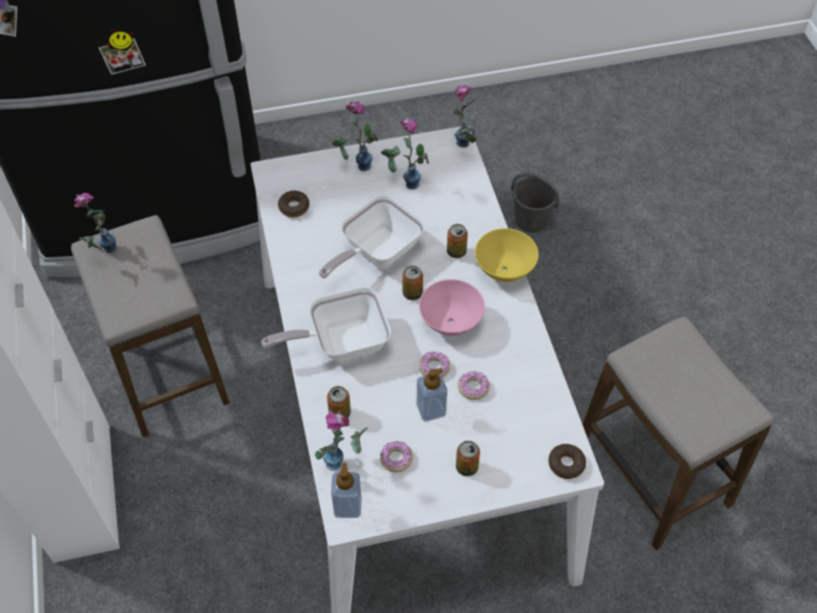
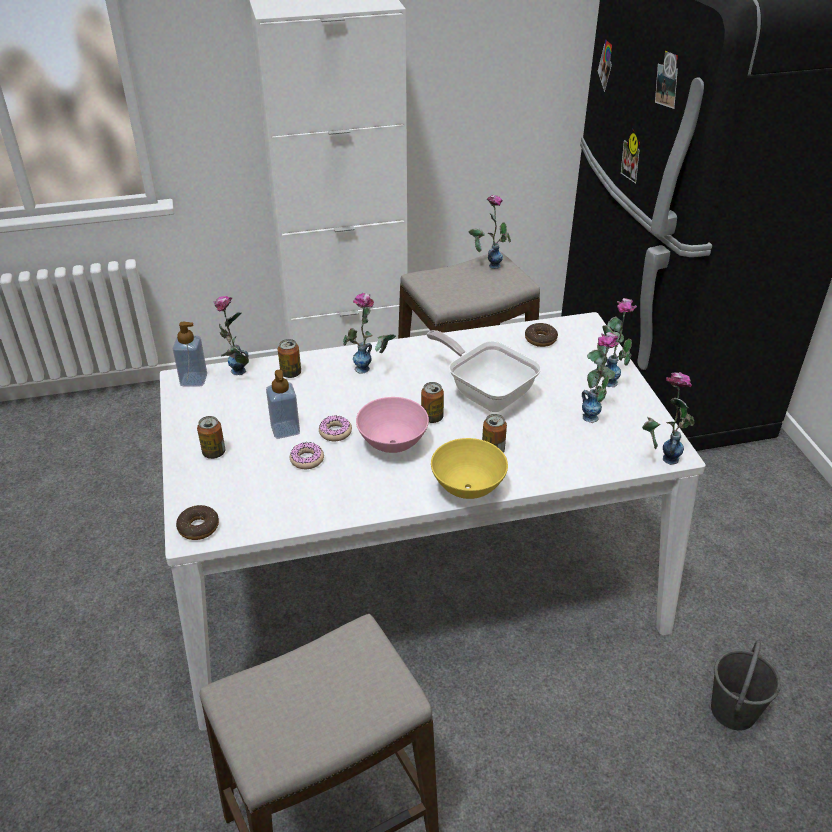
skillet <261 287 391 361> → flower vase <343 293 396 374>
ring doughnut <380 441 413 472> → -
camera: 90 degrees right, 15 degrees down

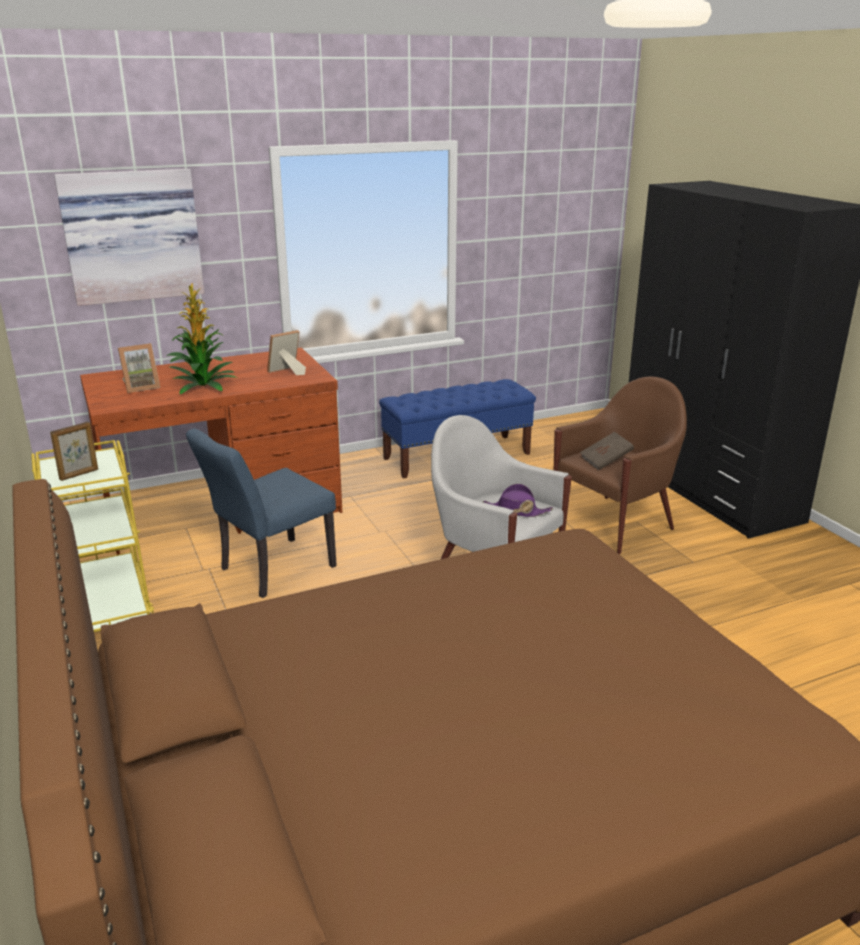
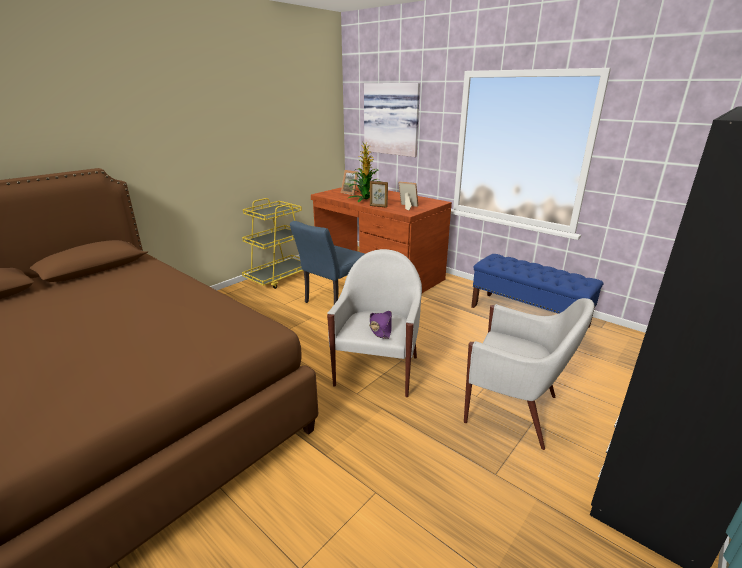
armchair (brown) <554 376 687 554> → armchair (whitish) <464 298 595 450>
standing frame <50 422 98 481> → standing frame <370 181 388 208>, move
plain chair (bluish) <186 428 337 598> → plain chair (bluish) <290 221 365 304>, 75 degrees counterclockwise
book (brown) <580 432 634 470> → -
camera: 65 degrees right, 0 degrees up

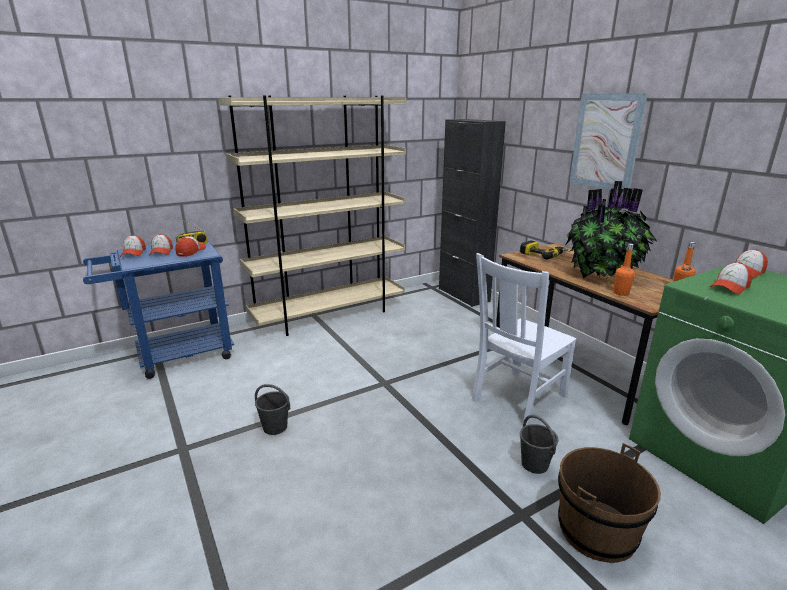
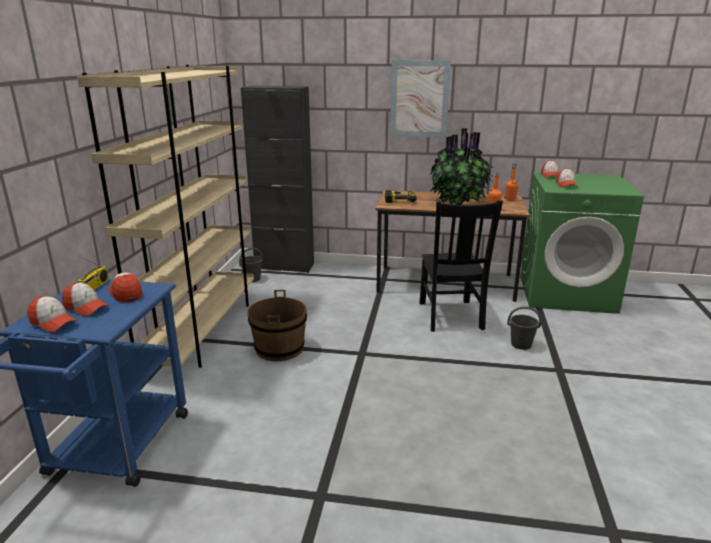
plain chair (whitish) <472 253 576 427> → plain chair (blackish) <419 200 503 332>
bucket (grey) <255 384 290 435> → bucket (grey) <239 248 263 282>, move
bucket (brown) <558 443 661 563> → bucket (brown) <247 290 307 361>, move
camera: 50 degrees left, 0 degrees up

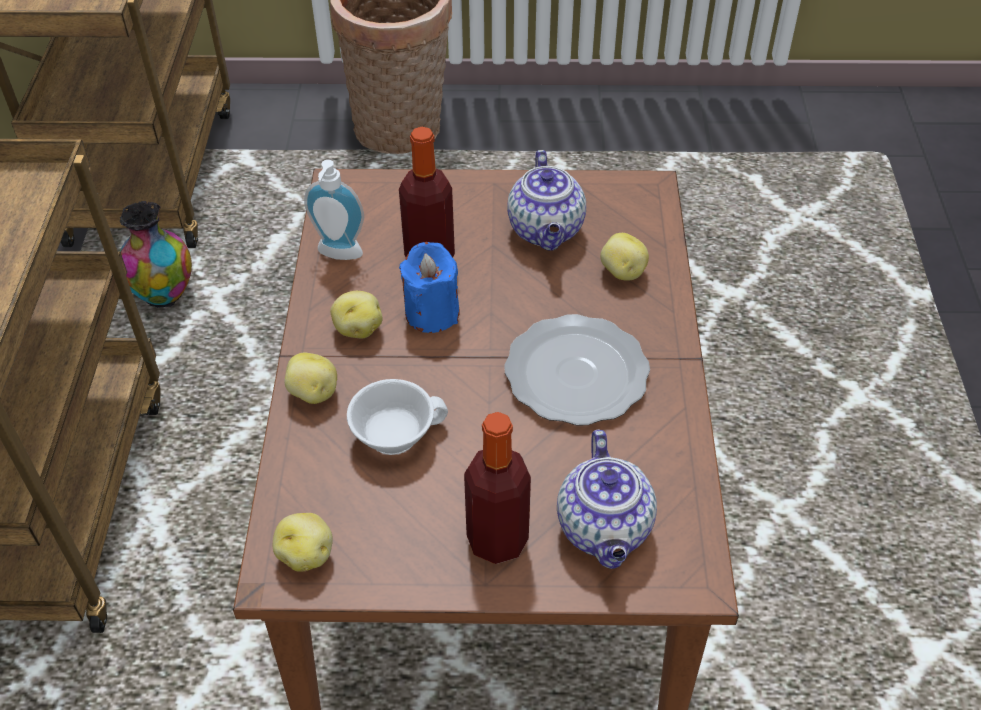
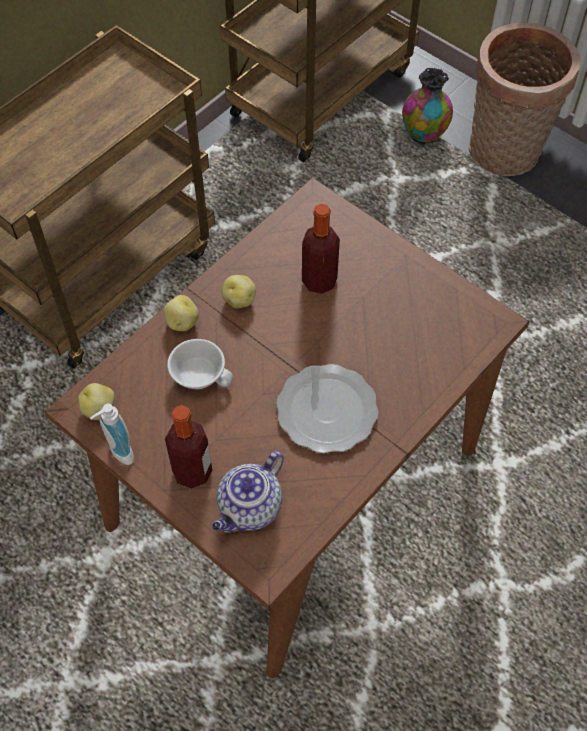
tea pot <507 150 586 251> → -
soap bottle <304 160 364 260> → soap bottle <90 404 134 465>, move
flower vase <120 201 192 308> → flower vase <402 68 453 145>, move
spud <600 233 649 281> → -
candle (bluish) <399 242 460 333> → -
camera: 40 degrees right, 10 degrees up

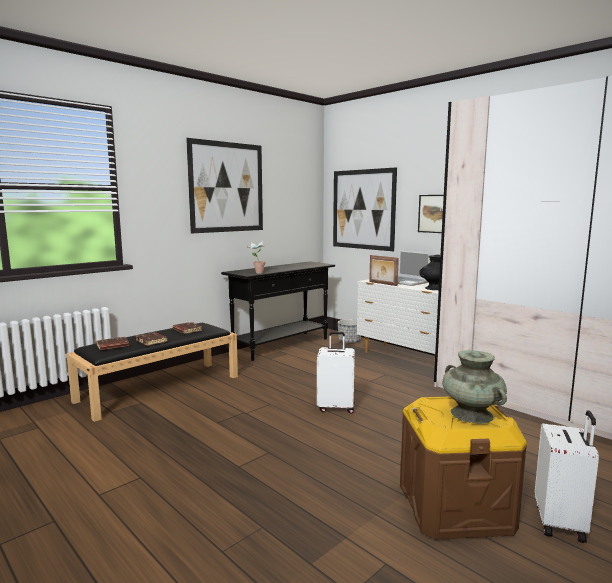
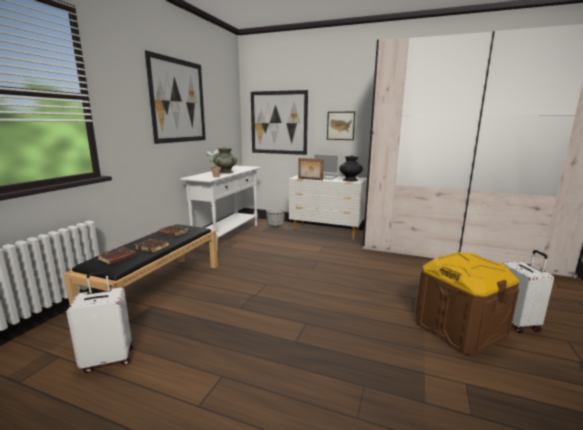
narrow table (blackish) <221 261 335 361> → narrow table (whitish) <180 166 261 250>
suitcase (whitish) <317 332 355 414> → suitcase (whitish) <66 271 133 373>, move
flower vase (turquoise-coloured) <442 350 507 423> → flower vase (turquoise-coloured) <214 147 237 174>, move
camera: 25 degrees left, 5 degrees up

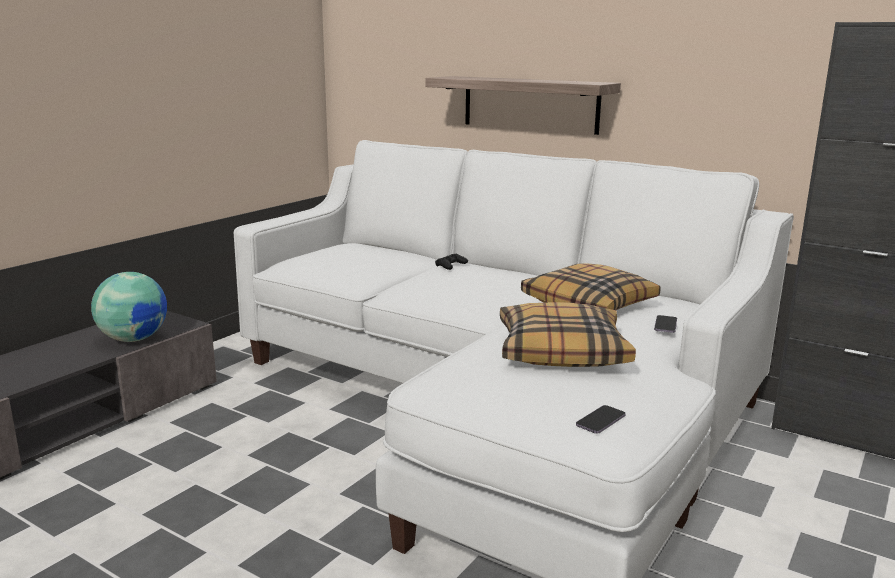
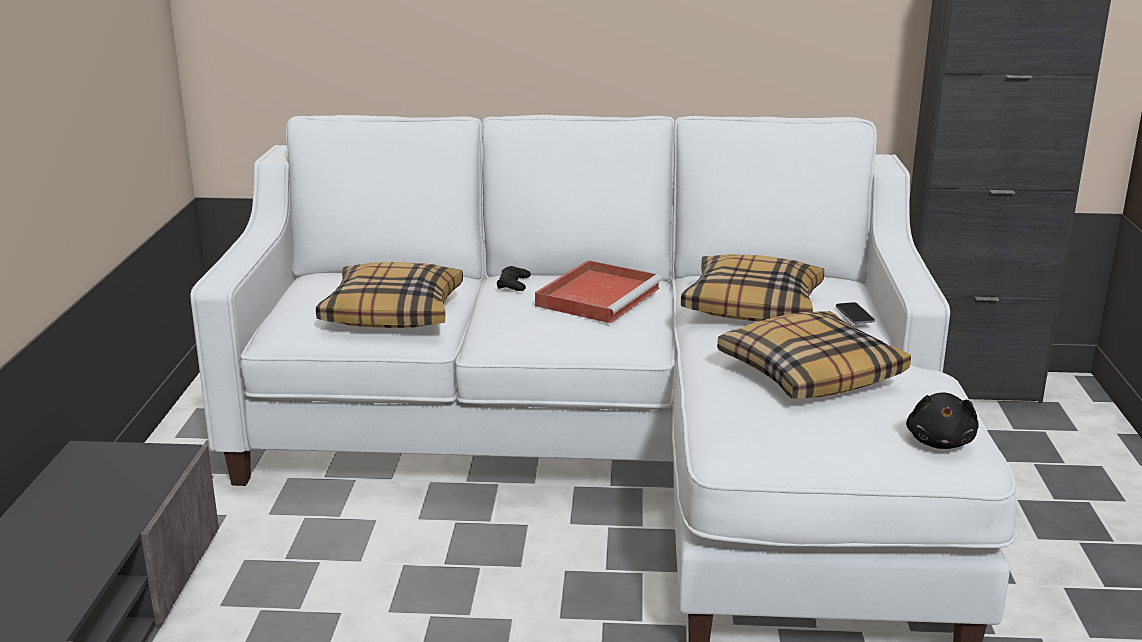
bracket shelf <425 76 621 135> → -
globe <91 272 167 342> → -
phone <576 405 626 434> → plush toy (blackish) <906 392 979 449>
- → carrying tray (red) <535 260 662 323>
- → pillow <316 262 463 328>
camera: 30 degrees left, 5 degrees up

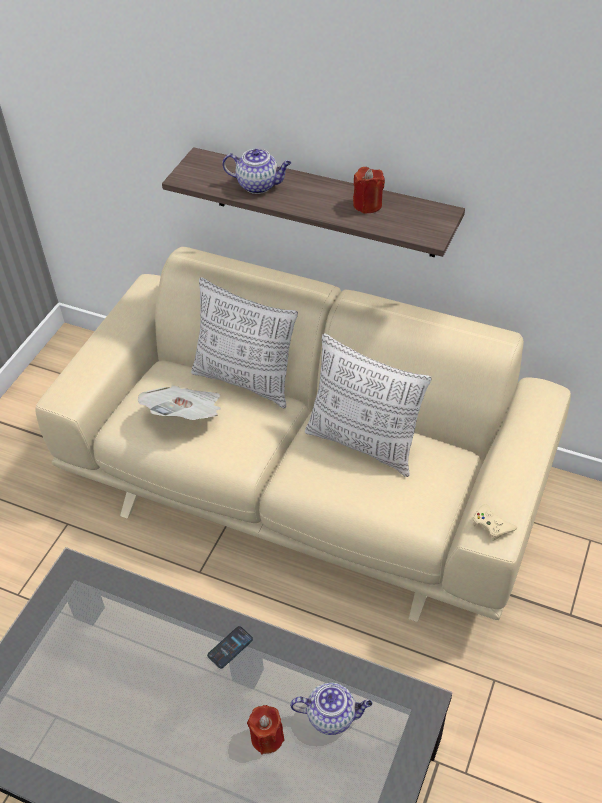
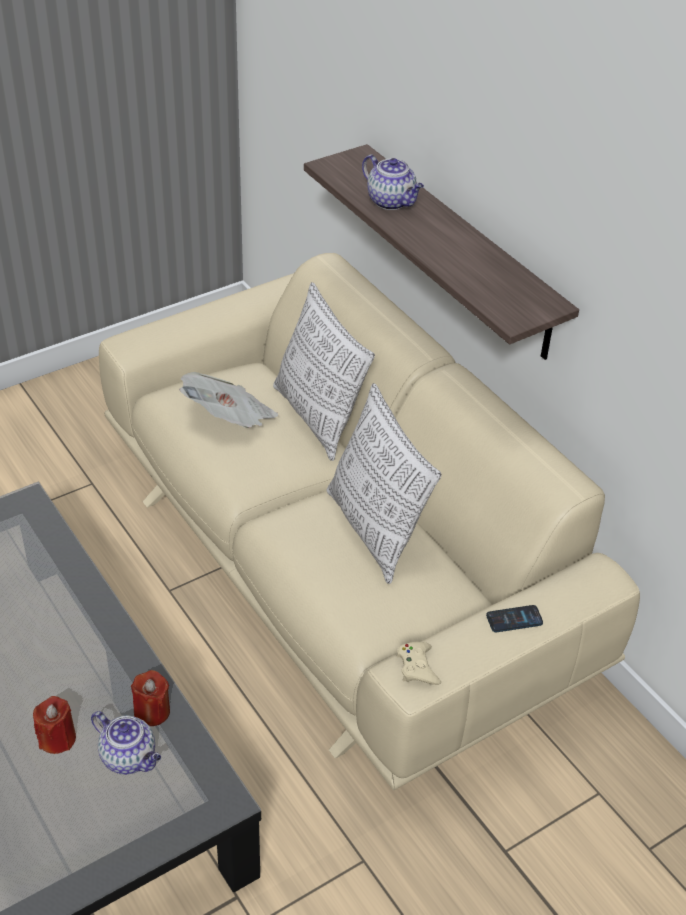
candle (red) <353 167 385 214> → candle (red) <131 670 170 726>, move
phone <207 626 253 668> → phone <486 605 543 632>, move
camera: 30 degrees right, 5 degrees down

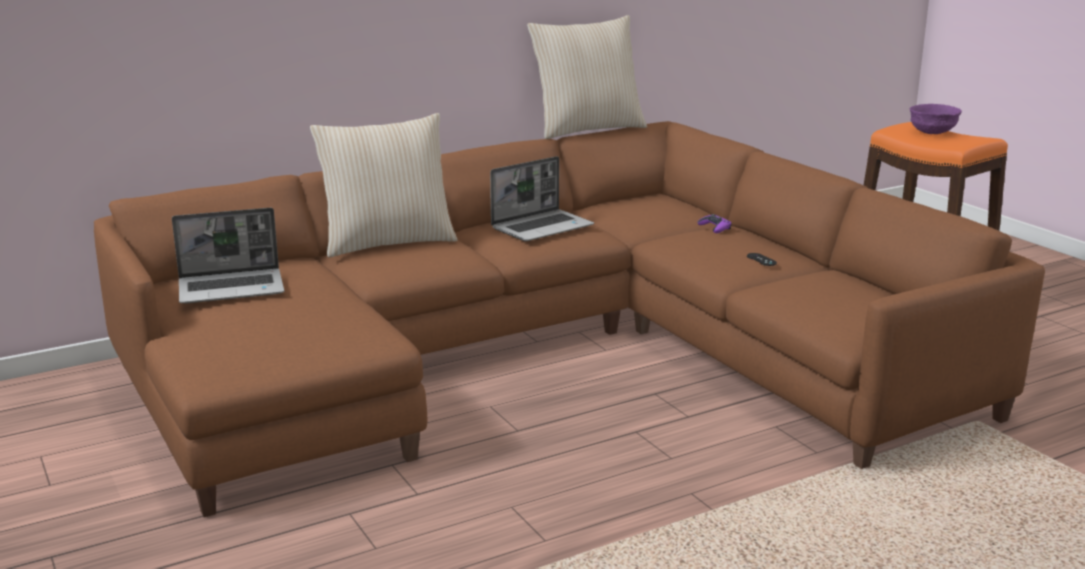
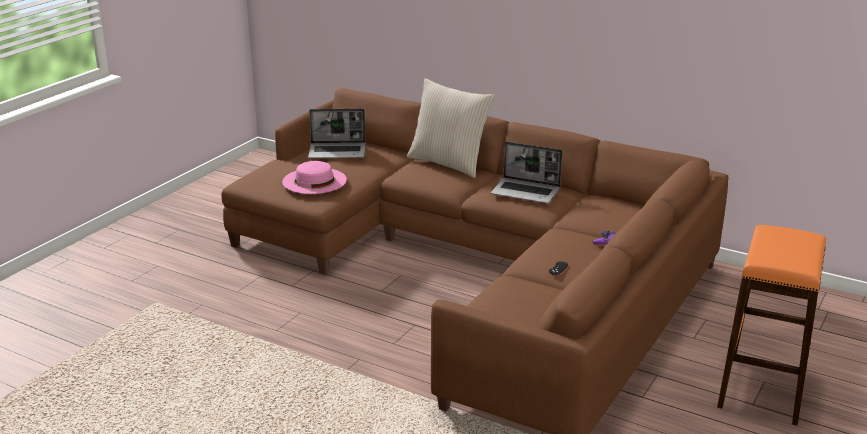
pillow (beige) <527 15 647 139> → -
bowl (purple-coloured) <910 104 962 134> → -
notebook computer <172 208 285 303> → notebook computer <308 108 366 159>, 45 degrees counterclockwise
- → clothing hat (pink) <282 161 347 194>
camera: 60 degrees right, 5 degrees up

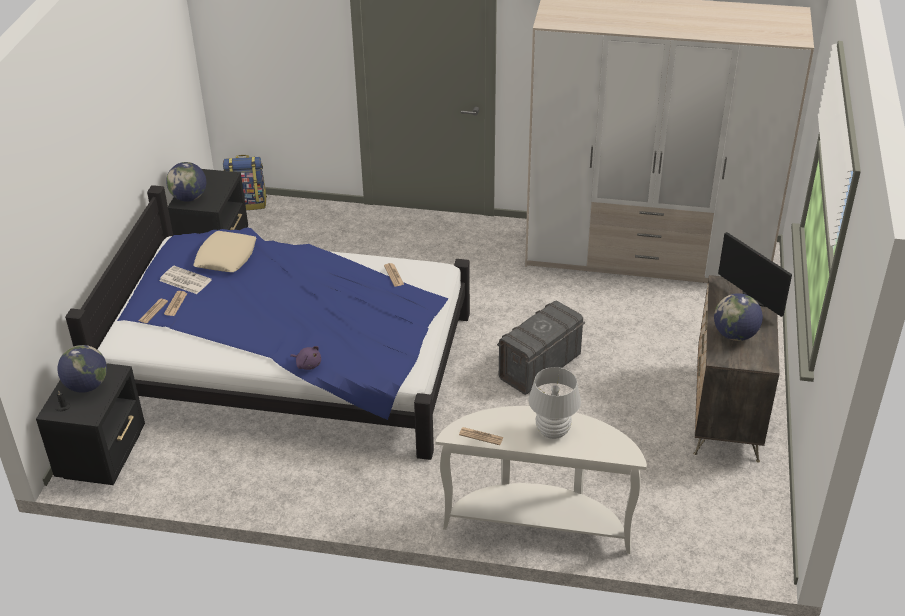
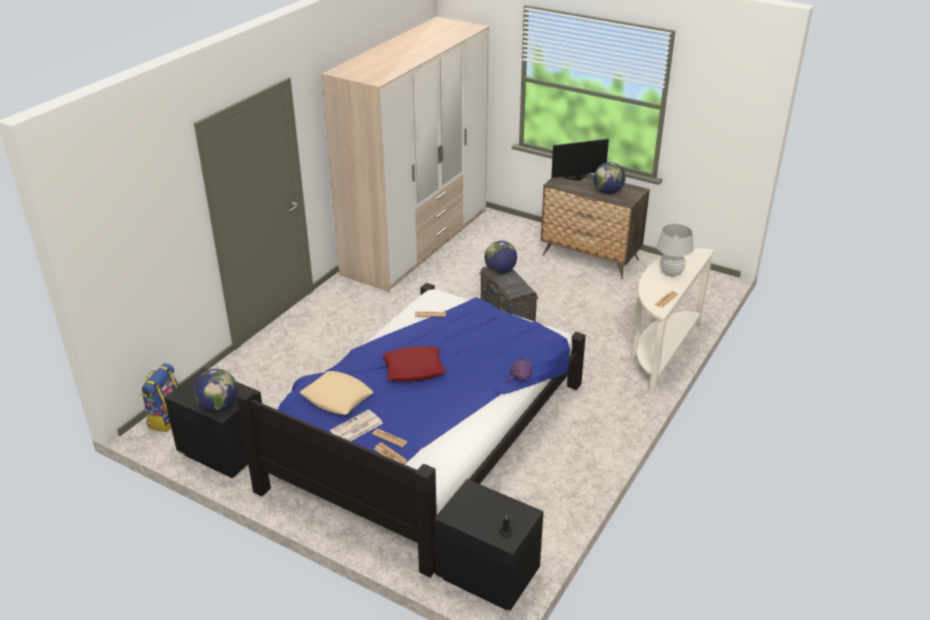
globe <58 345 107 393> → globe <484 241 517 274>, move
- → pillow (red) <382 346 446 382>
camera: 70 degrees left, 5 degrees down

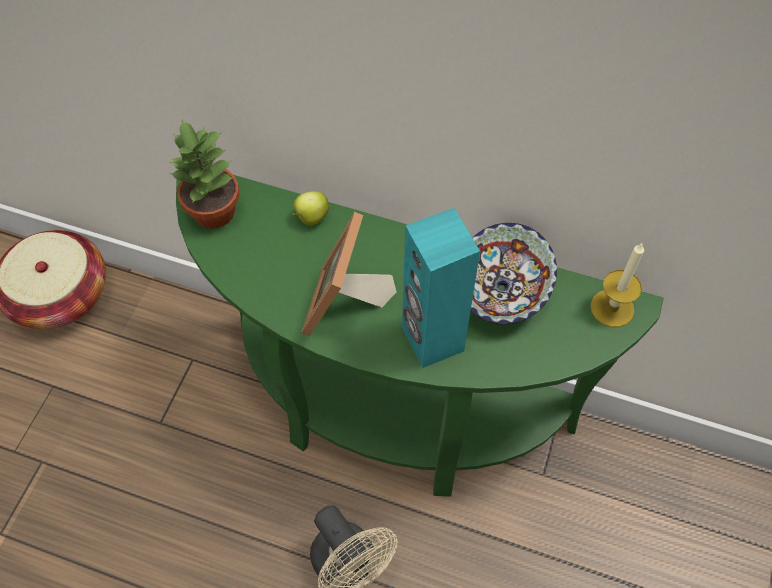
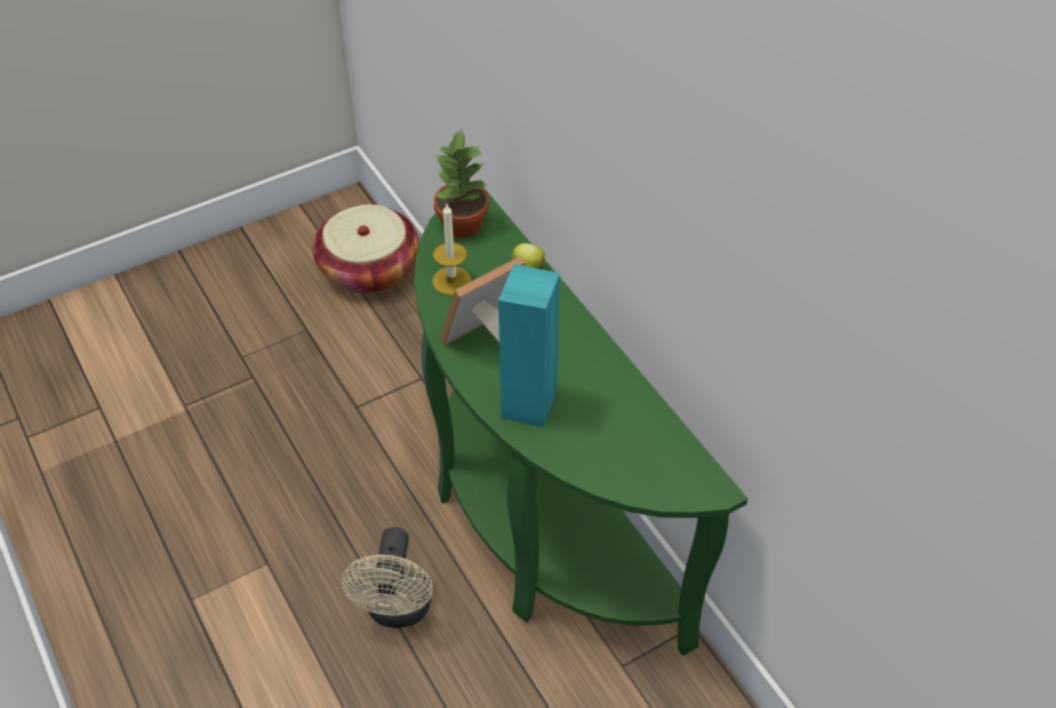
bowl <471 223 557 325> → -
candle <590 243 644 327> → candle <433 204 471 295>, move
camera: 40 degrees right, 10 degrees down

